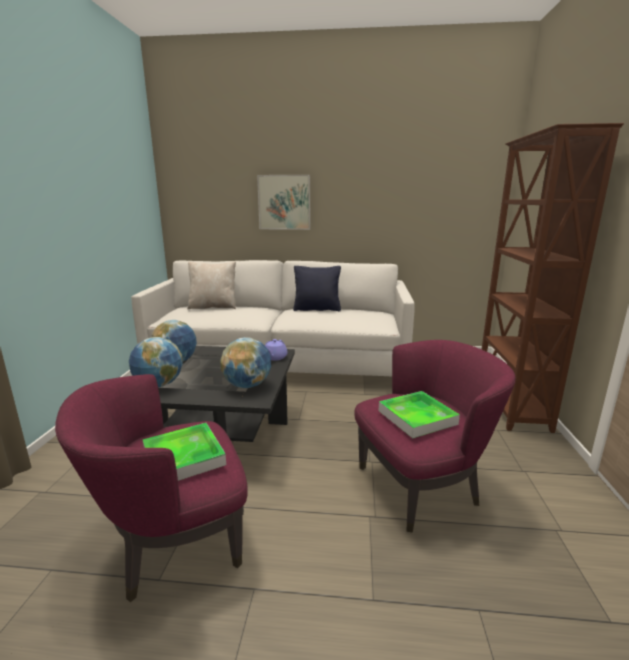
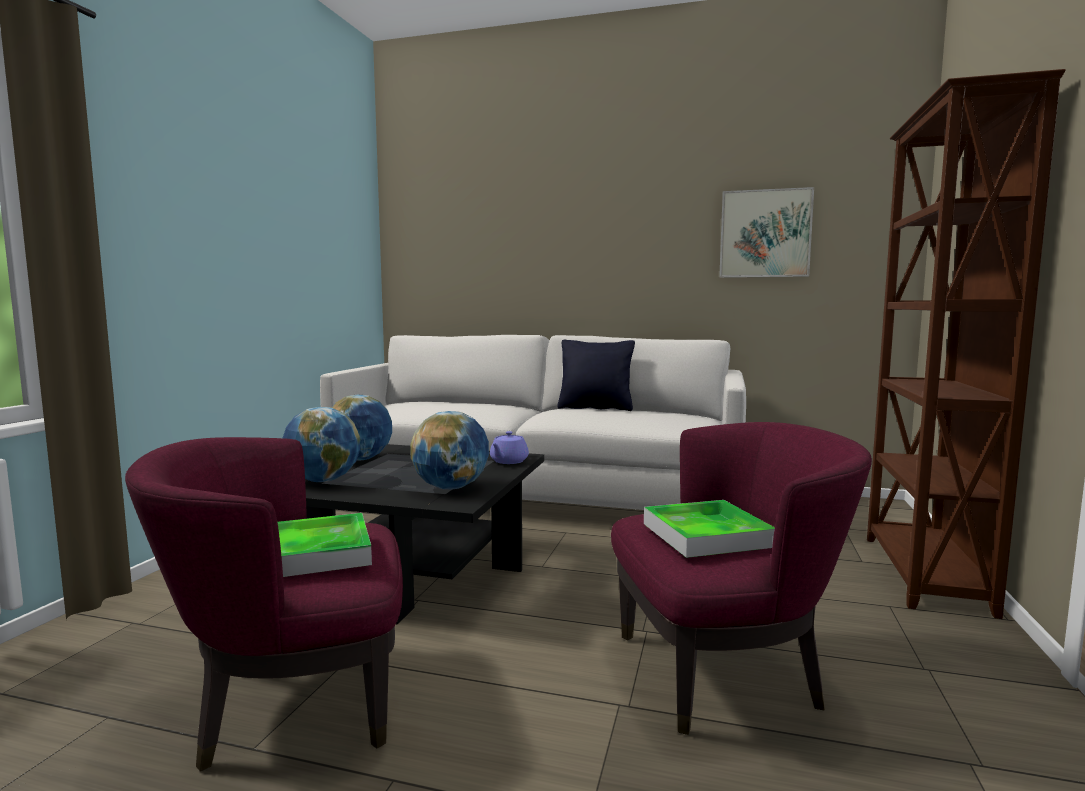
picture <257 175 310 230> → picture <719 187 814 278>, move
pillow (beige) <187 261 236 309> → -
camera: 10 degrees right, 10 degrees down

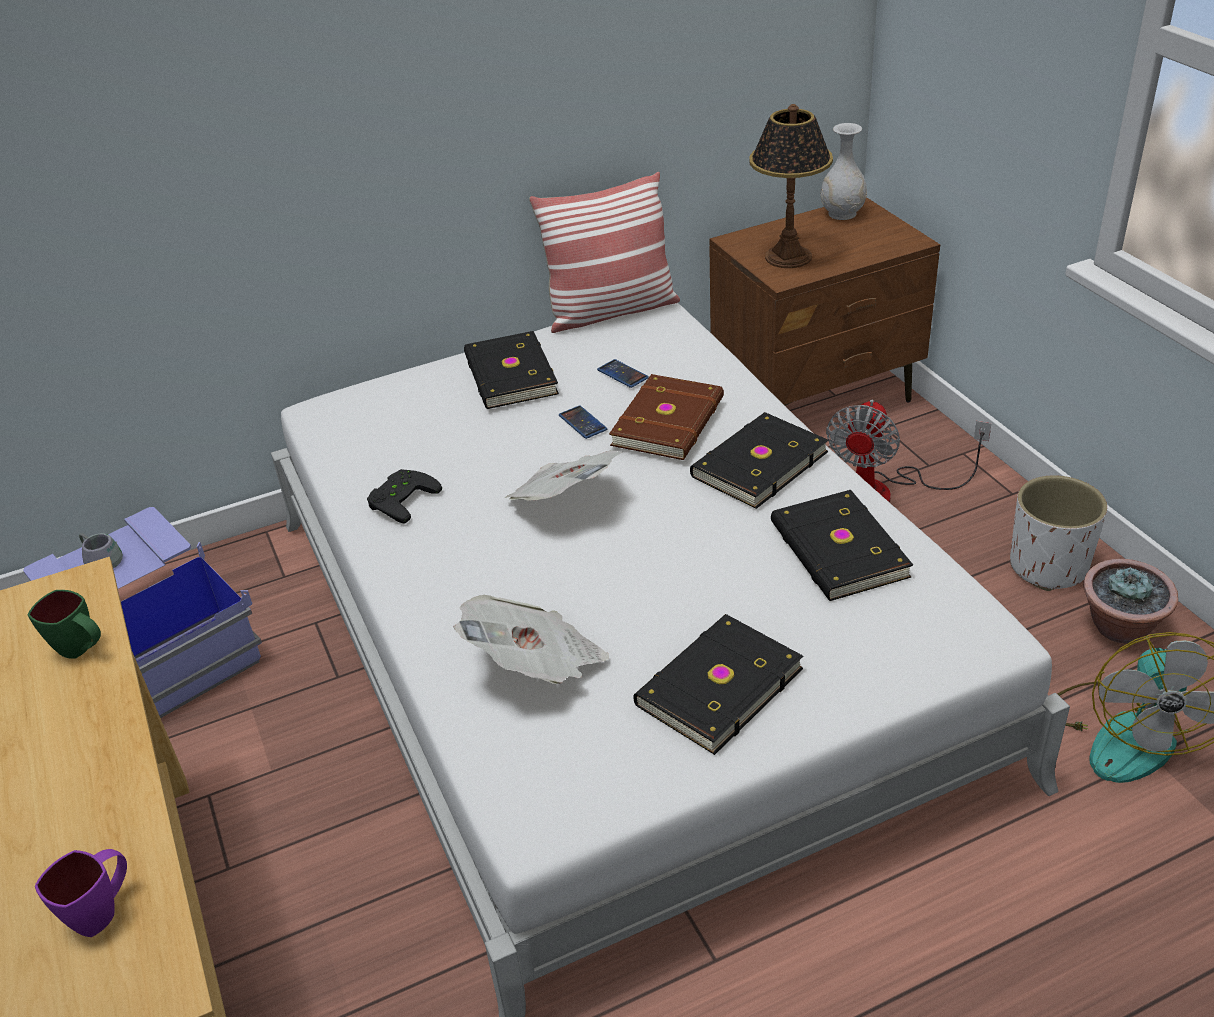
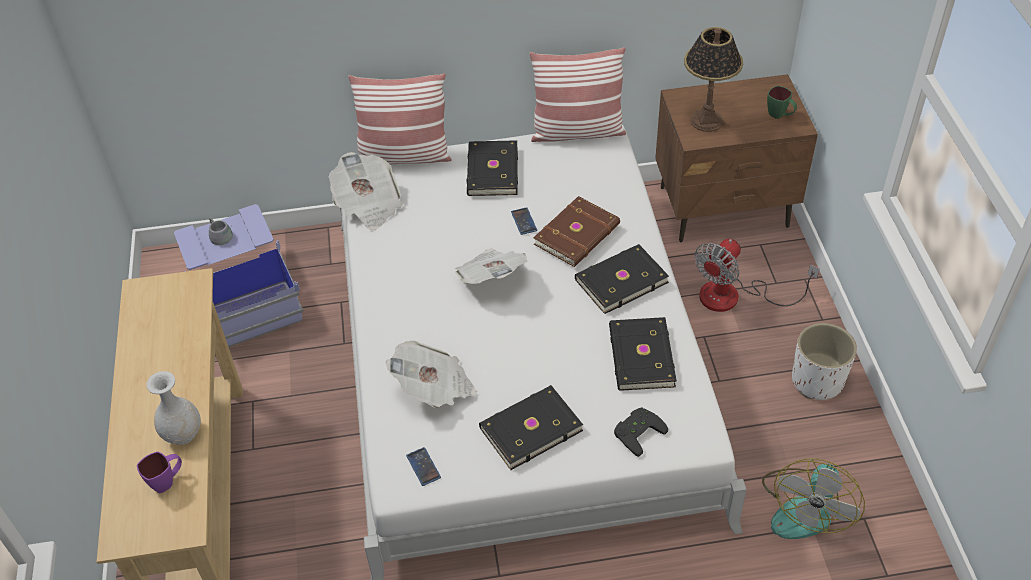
flower vase (whitish) <820 123 867 220> → flower vase (whitish) <146 371 201 445>, move
phone <597 359 649 388> → phone <406 447 441 486>, move
gamepad (blackish) <367 469 442 524> → gamepad (blackish) <614 407 668 457>, move
plant in a pot <1083 559 1178 643> → -
mug (green) <28 590 101 659> → mug (green) <767 86 797 119>, move
- → pillow <348 73 452 165>
- → newspaper <329 152 403 230>
camera: 15 degrees right, 10 degrees up

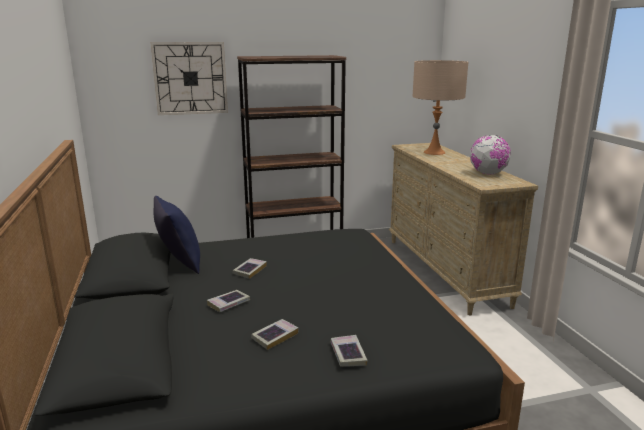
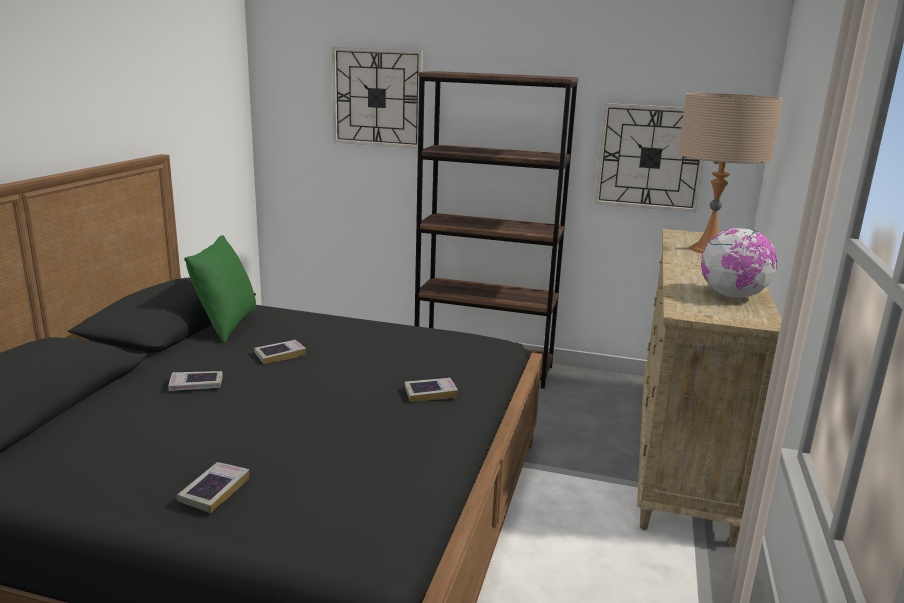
pillow (bluish) <154 196 200 274> → pillow (green) <184 235 256 343>
book <251 319 299 350> → book <404 378 458 402>, move
- → clock on the wall <595 103 704 212>
camera: 30 degrees right, 0 degrees up

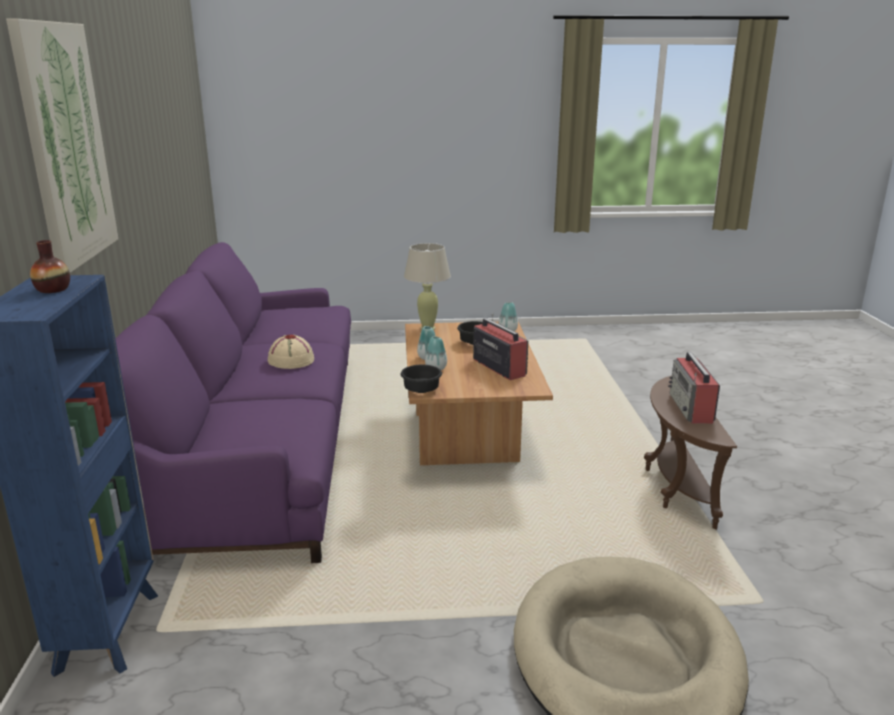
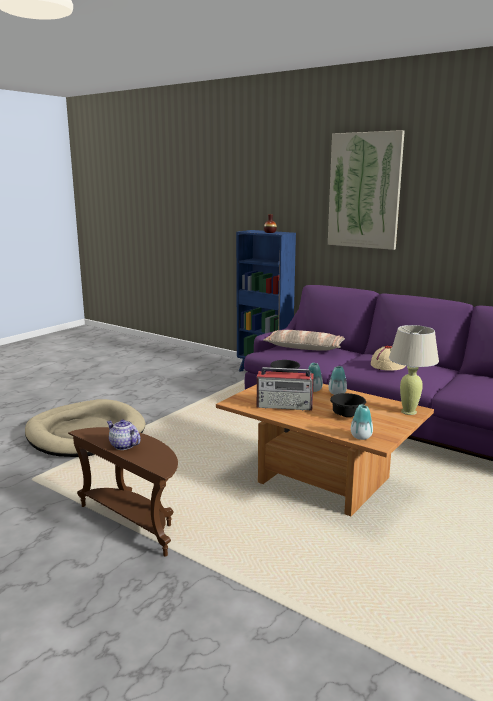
radio <668 352 720 424> → tea pot <107 419 141 450>
- → pillow <263 330 345 351>
camera: 130 degrees right, 5 degrees down

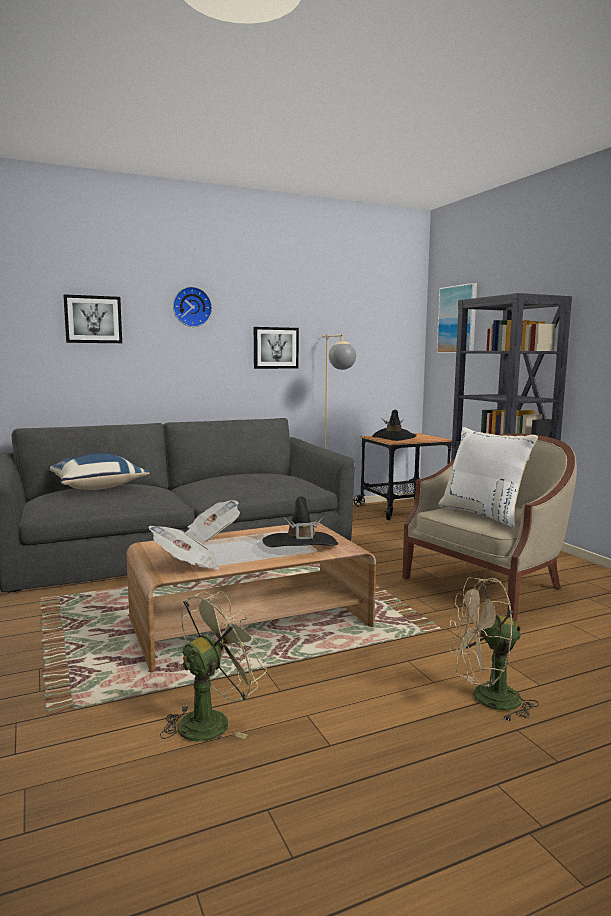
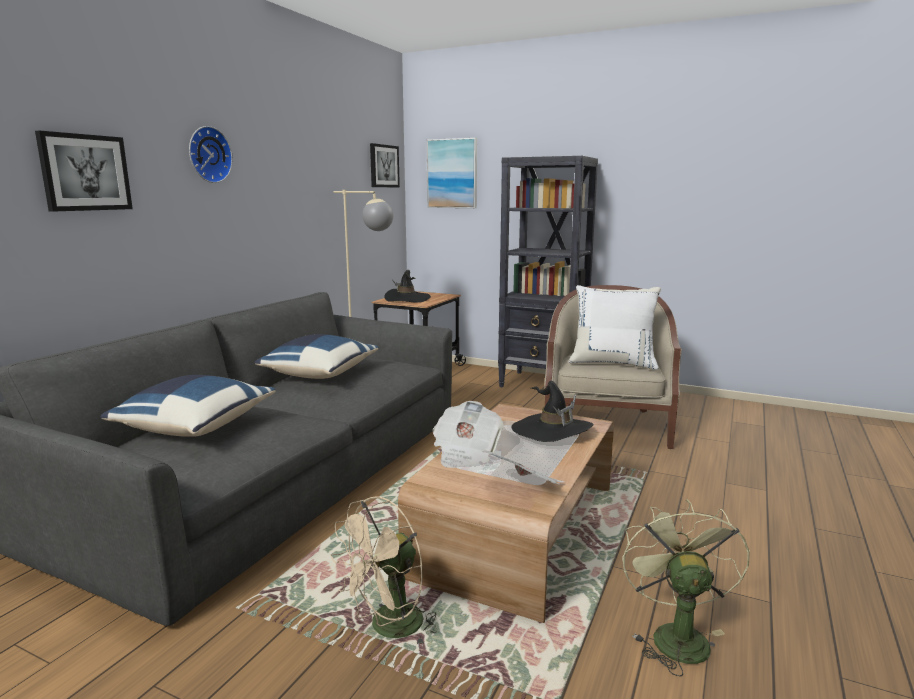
picture <254 327 299 369> → picture <370 143 400 187>, move
electric fan (beige) <450 577 539 722> → electric fan (beige) <331 496 439 647>, move
- → pillow (bluish) <255 334 378 379>
camera: 40 degrees left, 5 degrees up

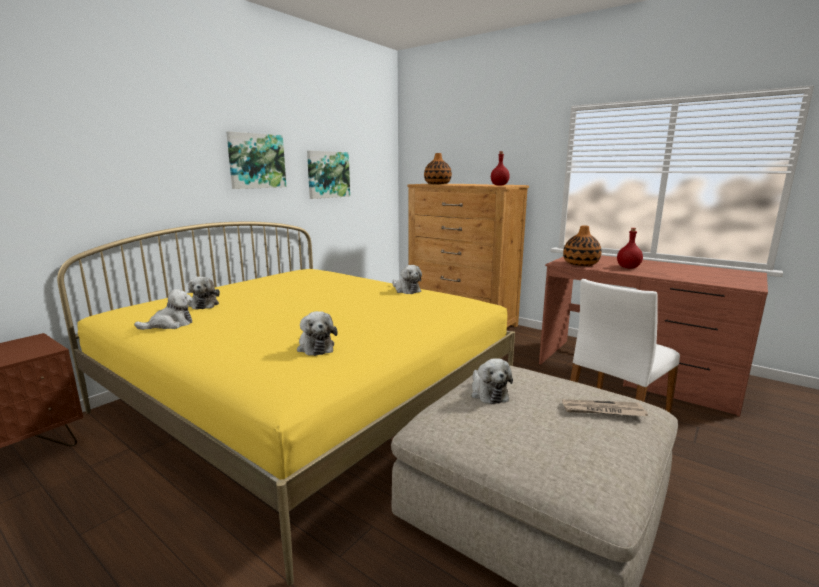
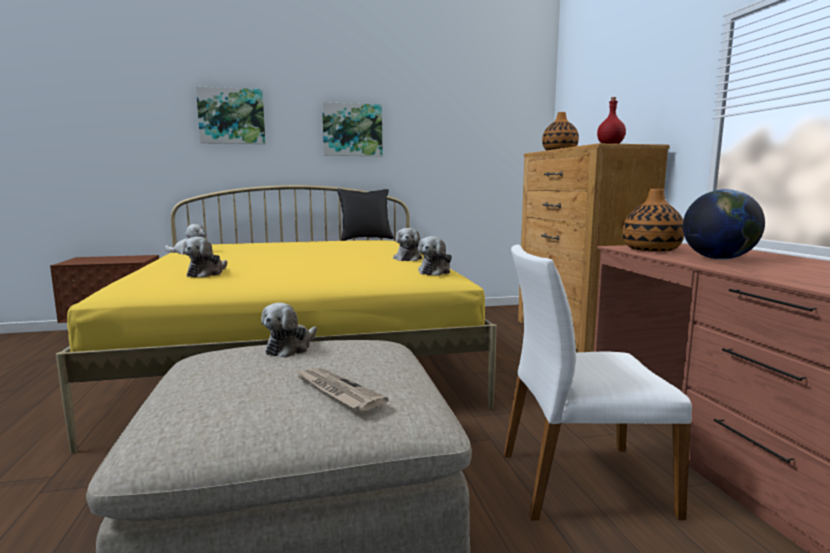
picture <307 151 350 199> → picture <196 86 265 144>, move
beverage bottle (red) <617 228 643 268> → globe <683 189 765 259>
plush toy <188 276 220 310> → plush toy <418 236 452 276>, move
- → pillow (blackish) <337 189 394 241>
camera: 40 degrees right, 5 degrees down

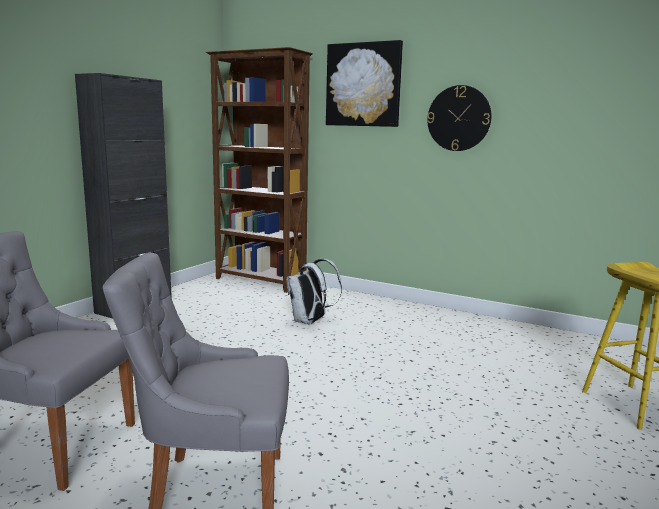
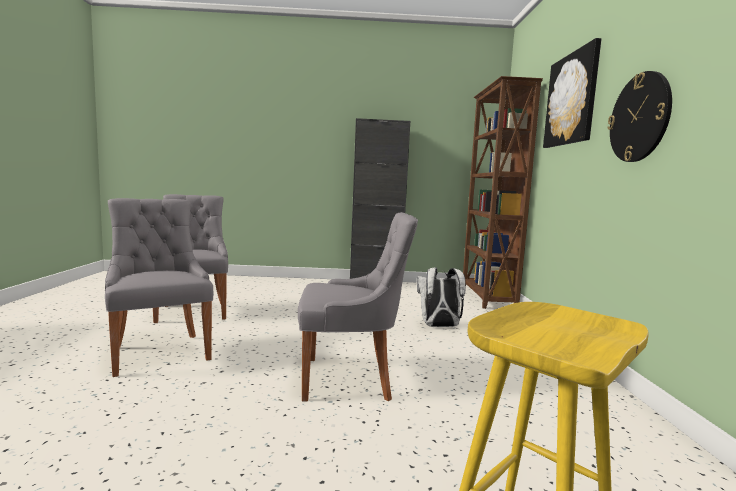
- → plain chair (grey) <298 212 418 401>
camera: 60 degrees right, 5 degrees down

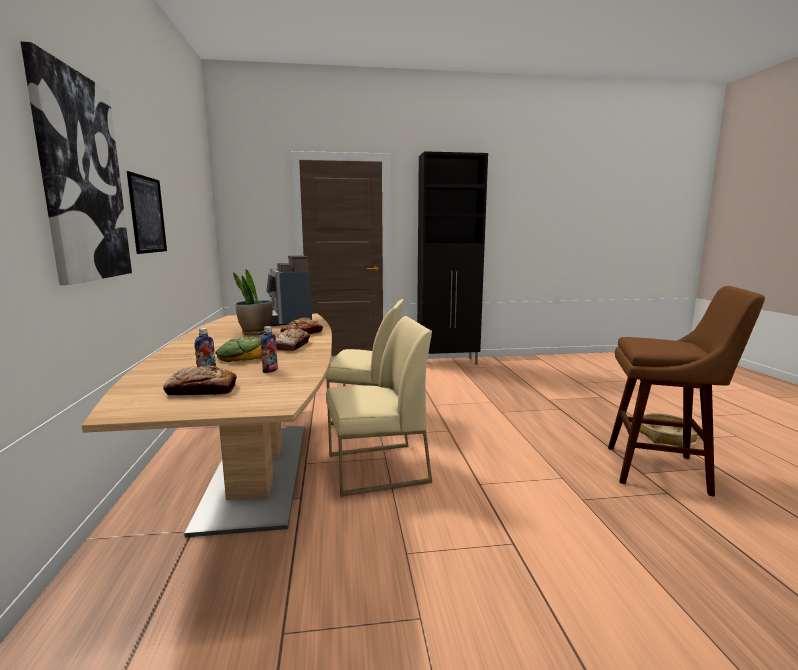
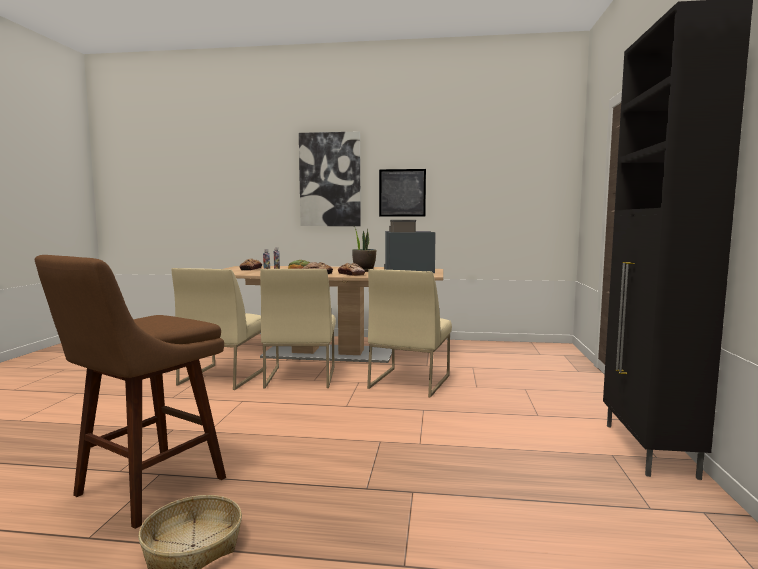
- → plain chair (beige) <172 268 263 390>
camera: 105 degrees right, 5 degrees down

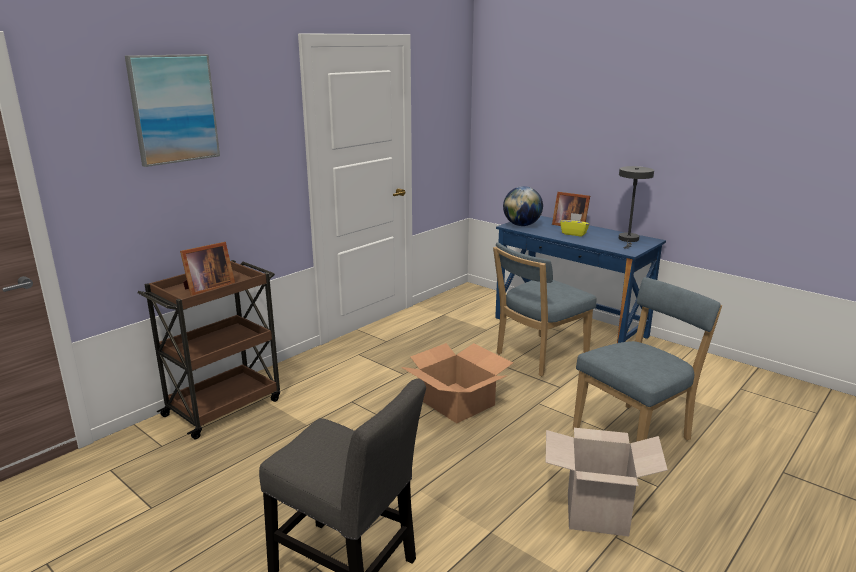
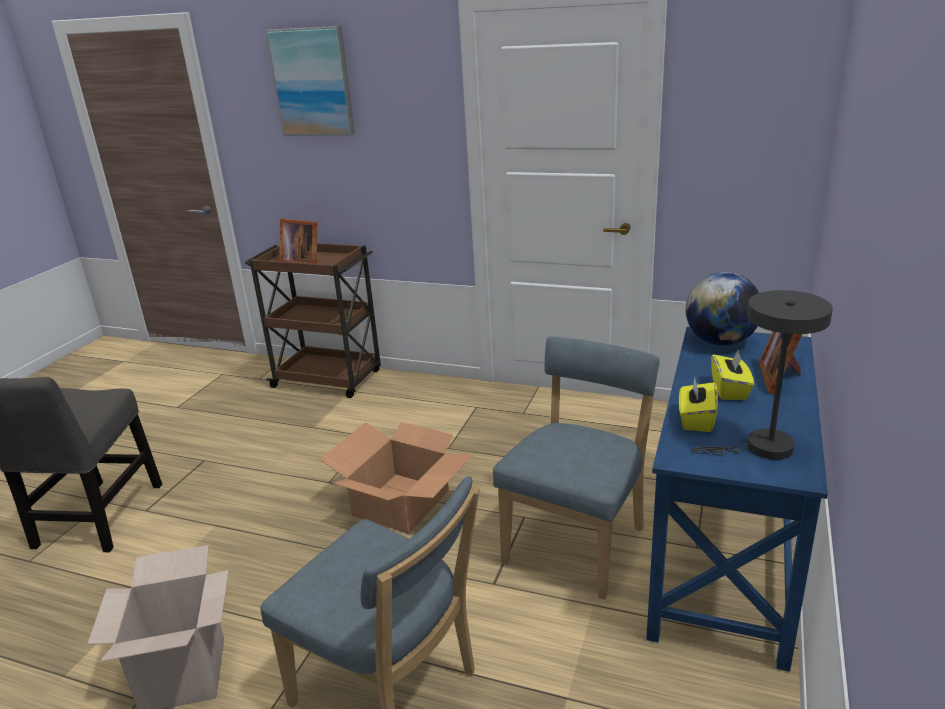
plain chair (bluish) <493 242 596 376> → plain chair (bluish) <493 336 660 600>, 90 degrees clockwise
- → tissue box (yellowish) <679 376 718 432>
camera: 70 degrees right, 5 degrees up

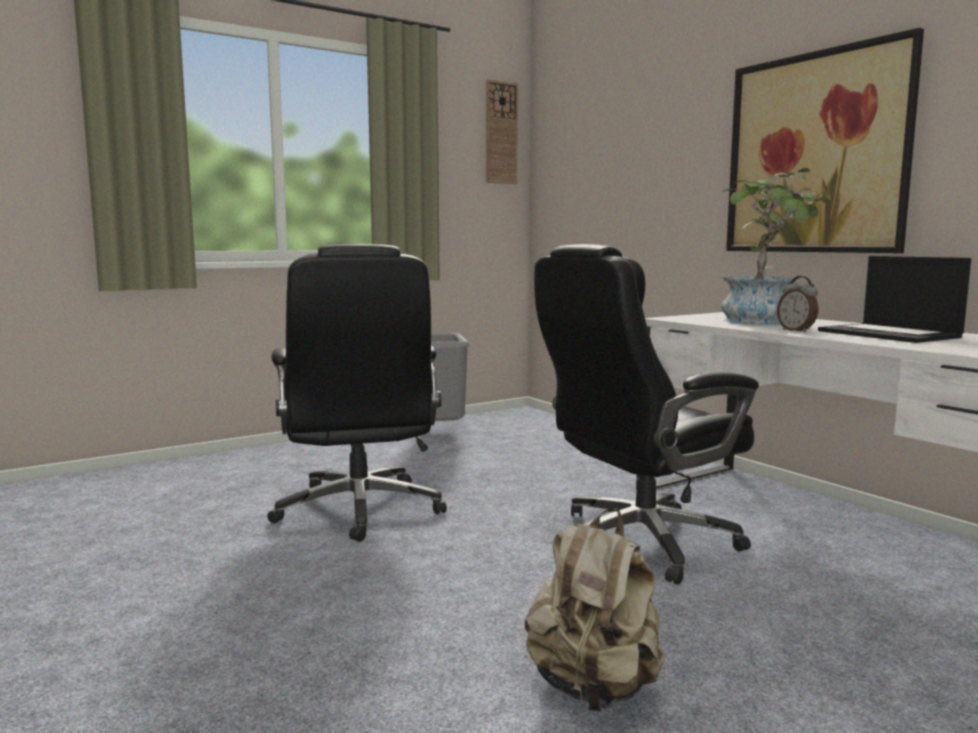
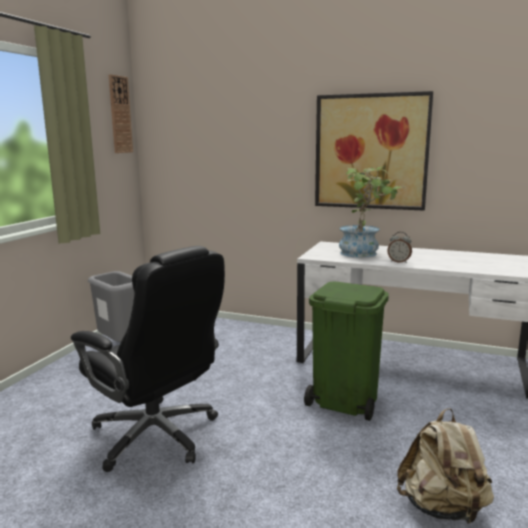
computer chair (blackish) <534 244 759 585> → waste bin (green) <304 282 389 421>
notebook computer <818 256 971 343> → -
camera: 35 degrees left, 5 degrees up

